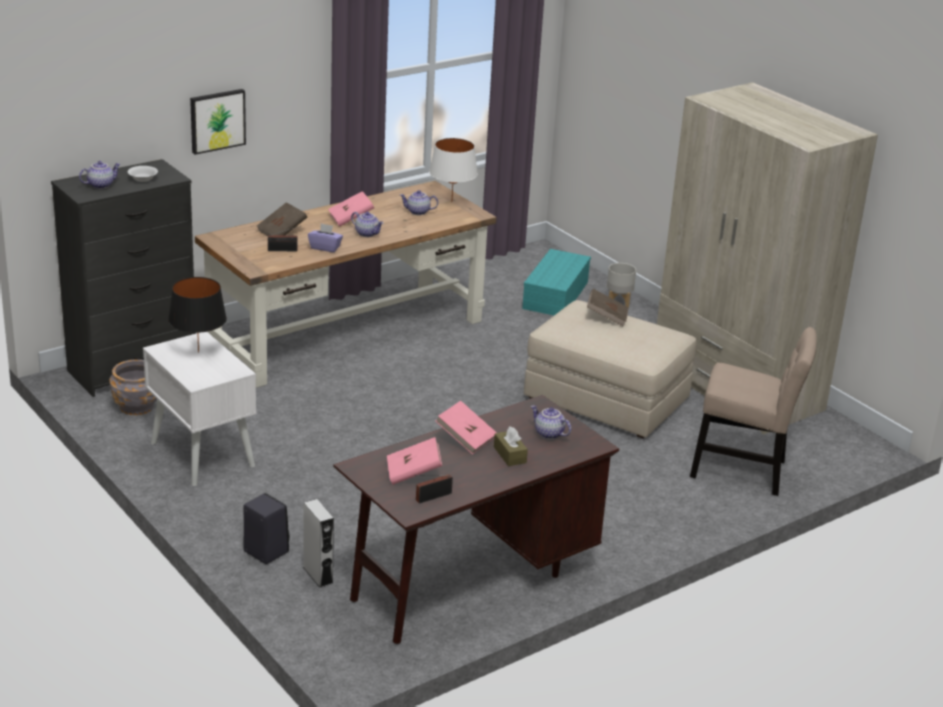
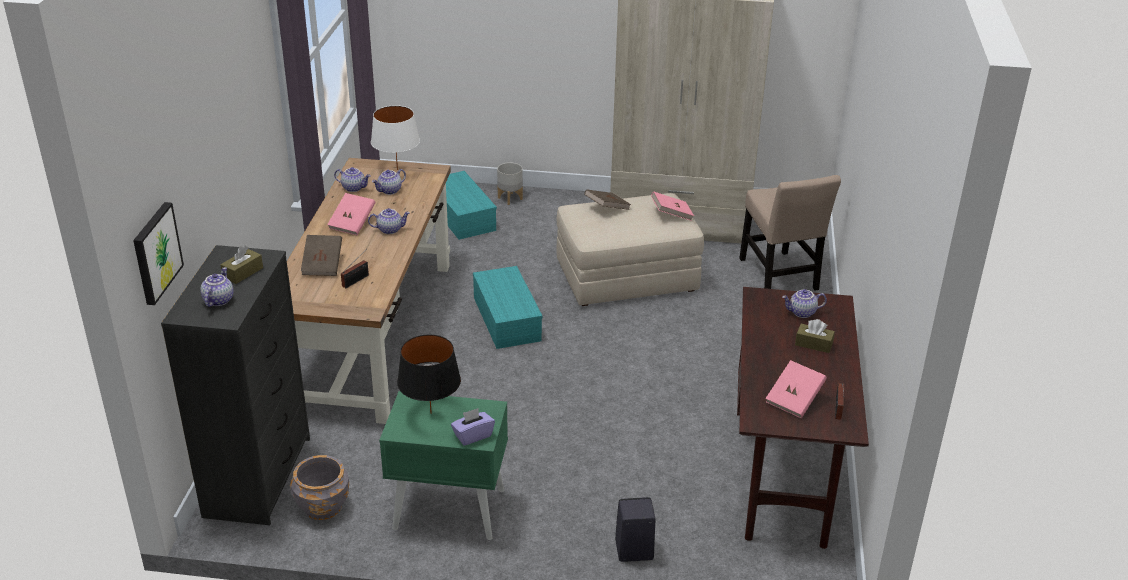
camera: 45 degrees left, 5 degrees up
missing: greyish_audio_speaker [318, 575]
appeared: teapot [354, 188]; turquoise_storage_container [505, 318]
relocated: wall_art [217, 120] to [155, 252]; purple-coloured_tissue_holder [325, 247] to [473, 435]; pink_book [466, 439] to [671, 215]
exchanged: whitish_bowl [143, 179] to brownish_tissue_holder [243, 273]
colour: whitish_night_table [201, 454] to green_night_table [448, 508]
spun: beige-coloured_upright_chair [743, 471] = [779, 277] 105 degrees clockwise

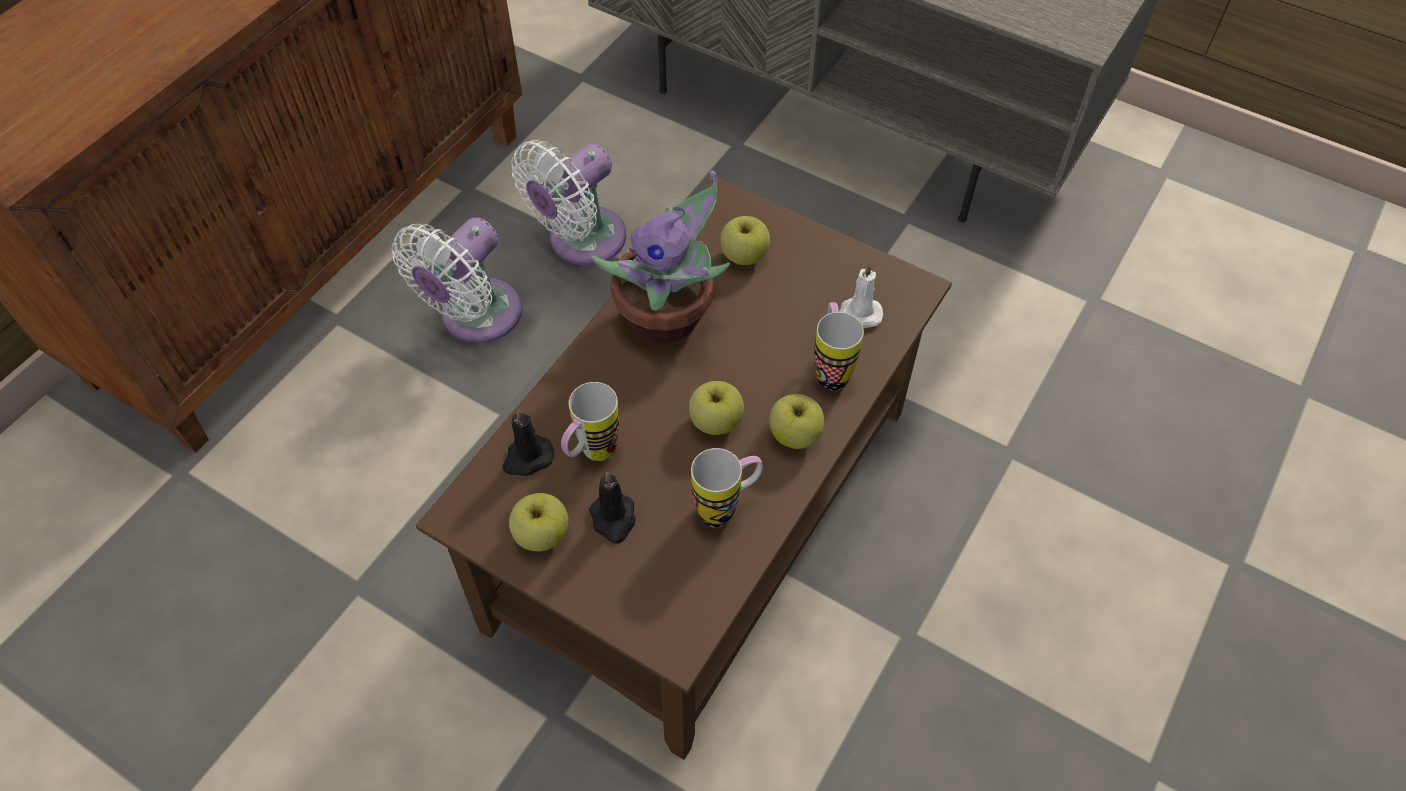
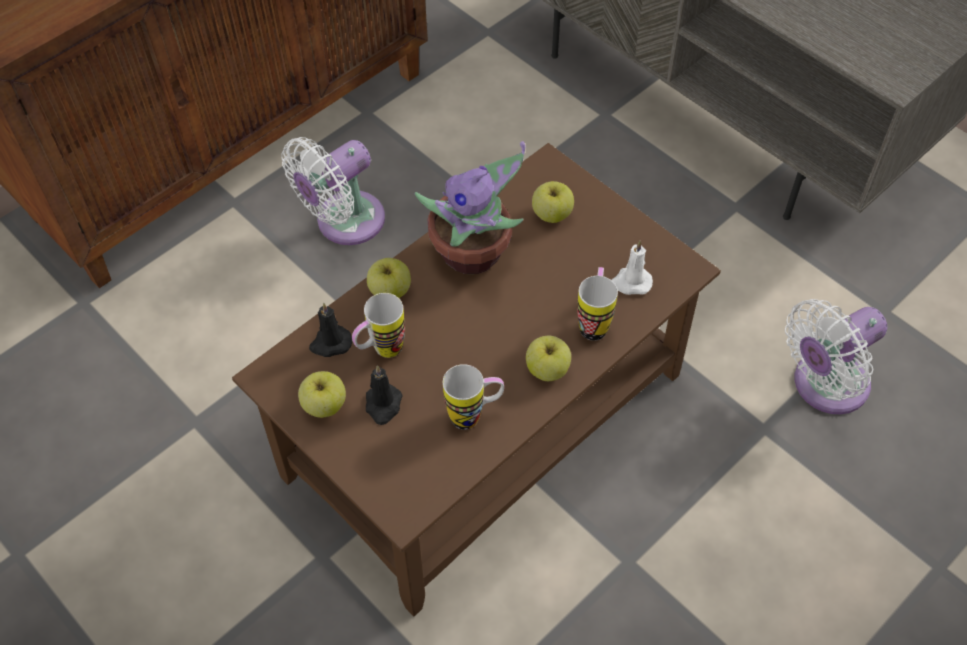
camera: 15 degrees right, 0 degrees up
relocated: whole_apple [715, 421] to [390, 291]; whitish_cooling_fan [581, 241] to [824, 386]

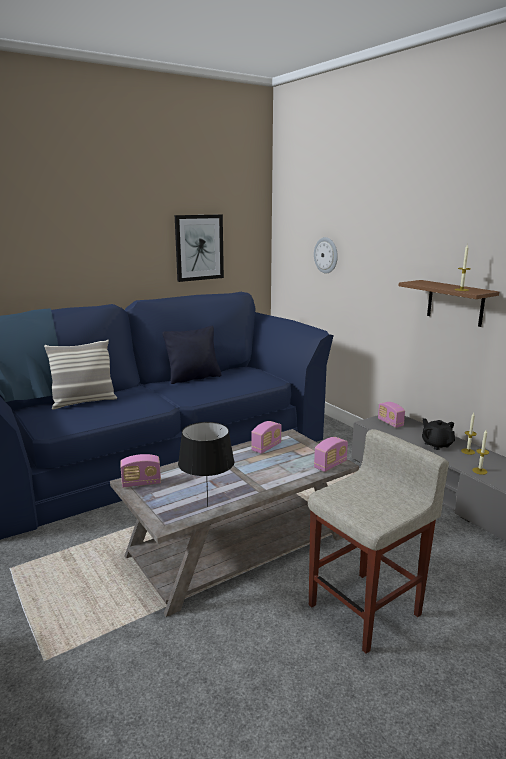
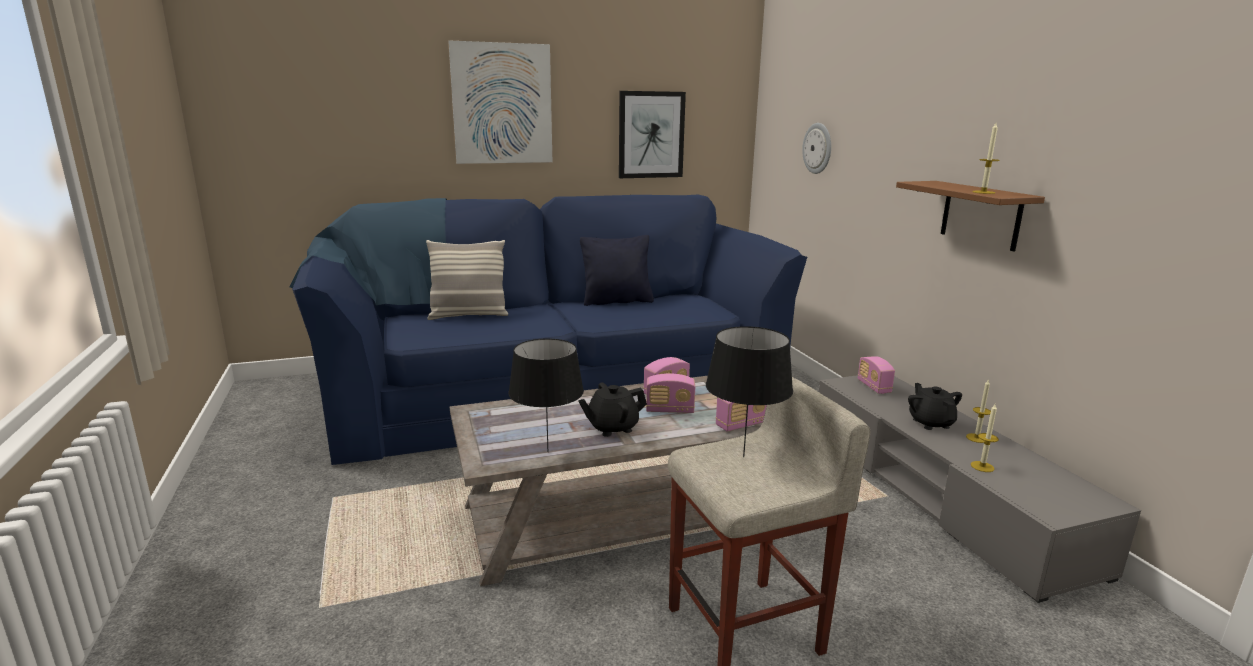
camera: 15 degrees right, 0 degrees up
appeared: wall_art [502, 104]; black_teapot [612, 427]; black_tabletop_lamp [744, 456]
relocated: radio_receiver [141, 483] to [669, 410]

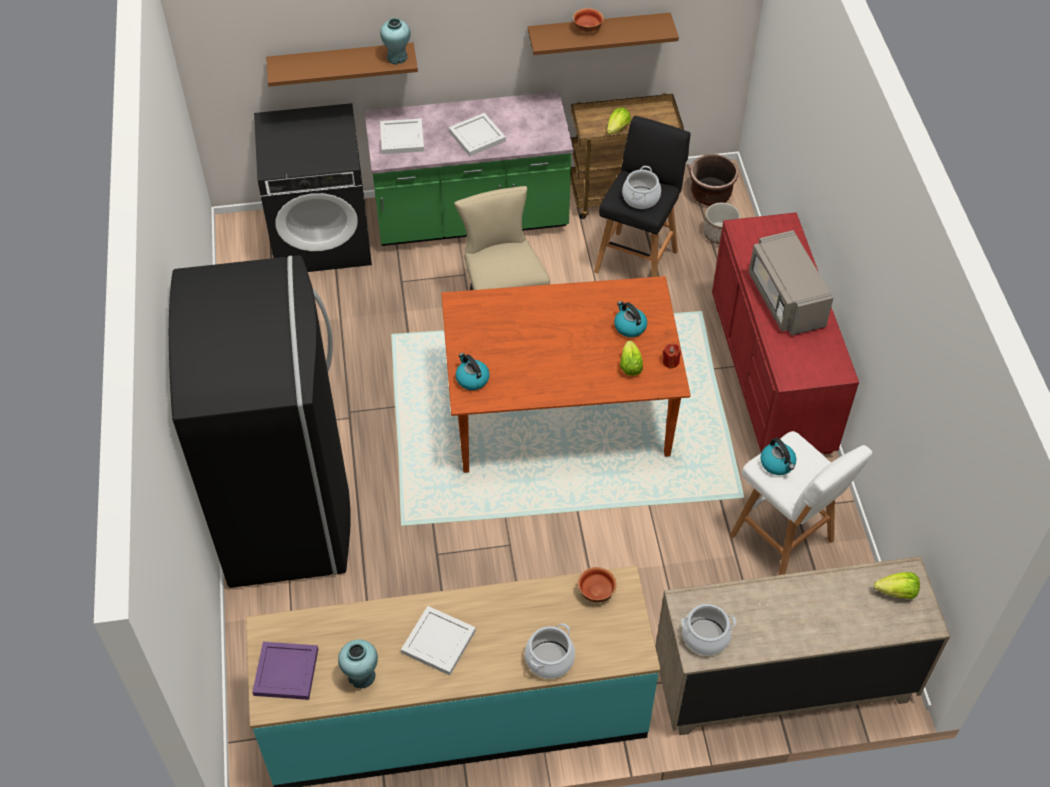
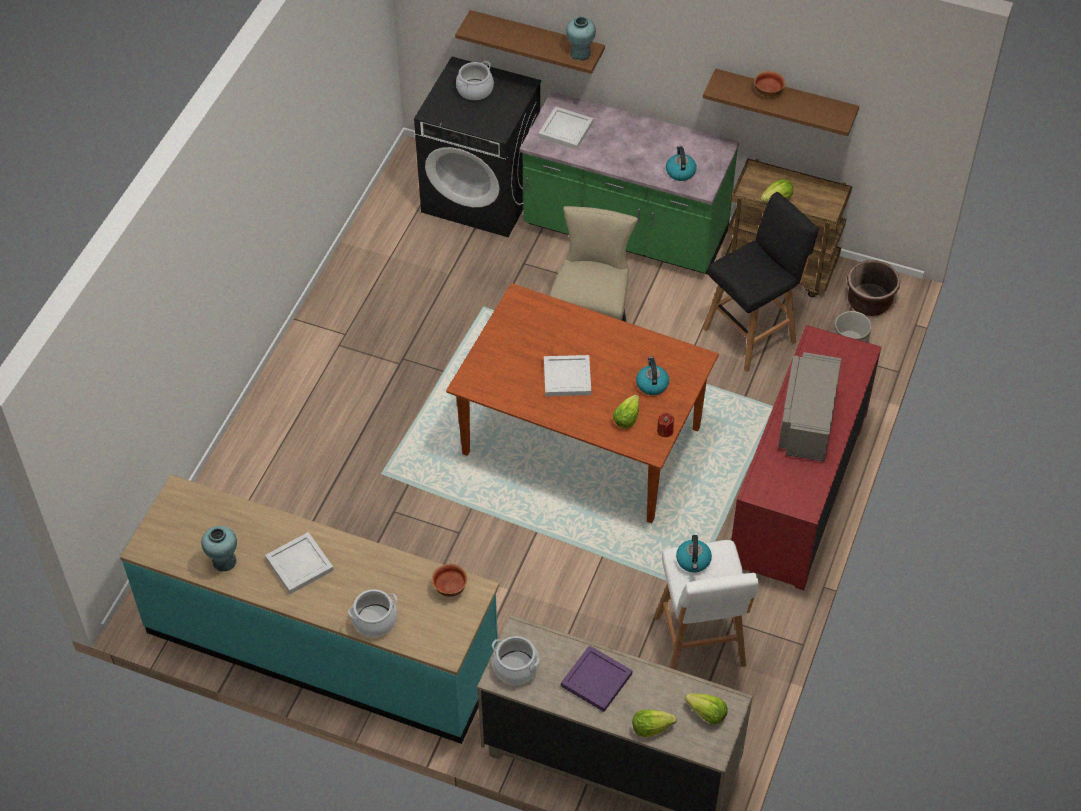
camera: 30 degrees right, 0 degrees up
missing: black_fridge [287, 509]
appeared: lettuce [651, 727]
relocated: saucepot [640, 198] to [474, 90]; whitish_carrying_tray [477, 136] to [568, 377]; purple-coloured_carrying_tray [285, 672] to [595, 680]; tea_kettle [472, 379] to [680, 171]

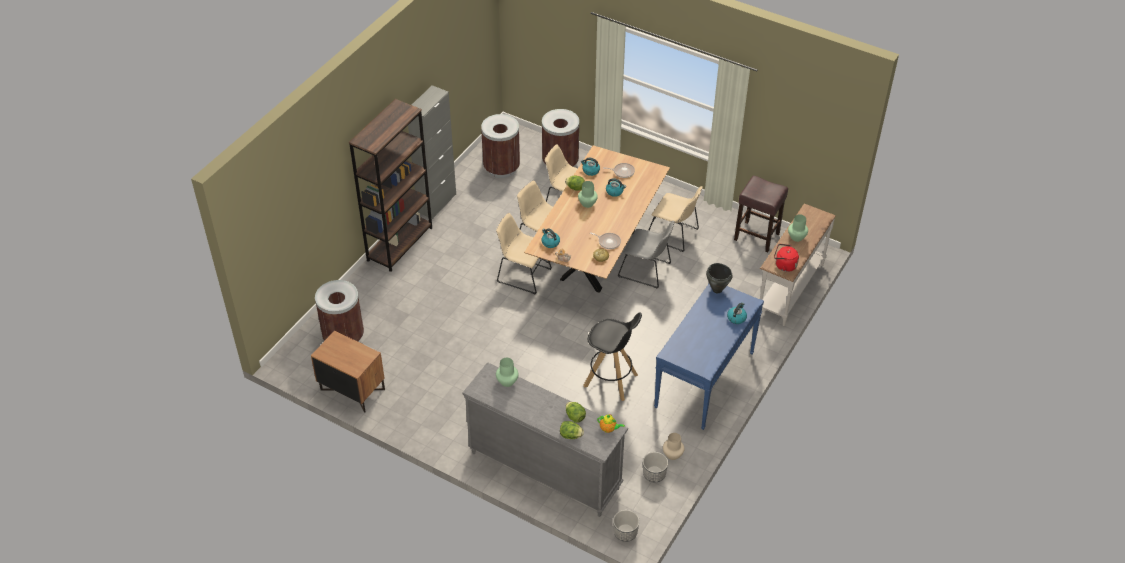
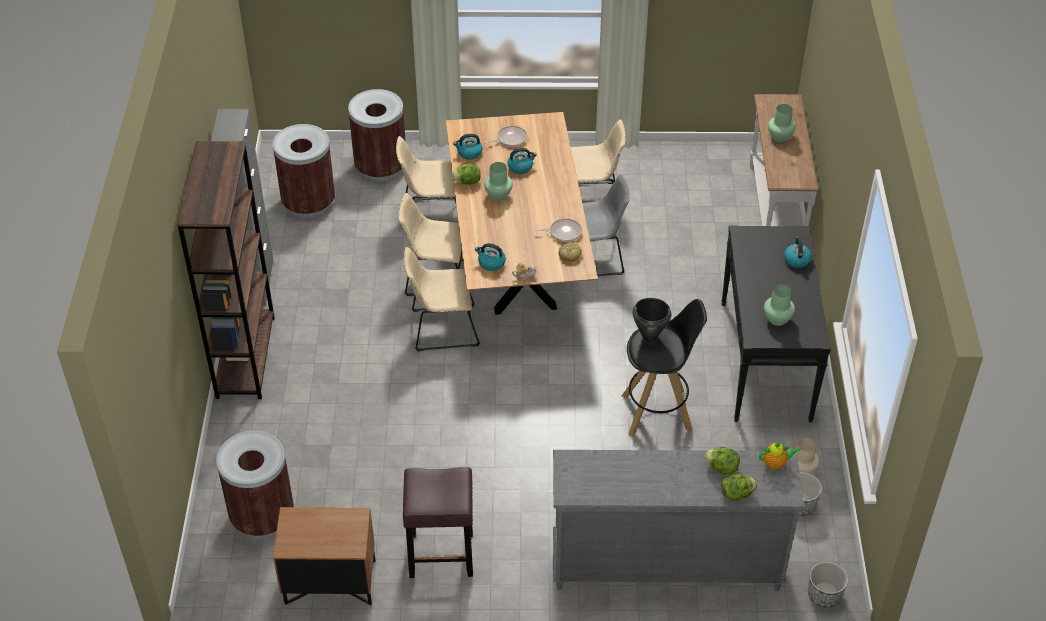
camera: 30 degrees left, 0 degrees up
missing: red_tea_kettle [784, 265]
relocated: brownish_sitting_stool [757, 237] to [442, 555]; black_saucepot [717, 289] to [649, 336]; green_vase [507, 381] to [777, 319]
colour: bluish_hall_table [704, 380] to black_hall_table [765, 361]

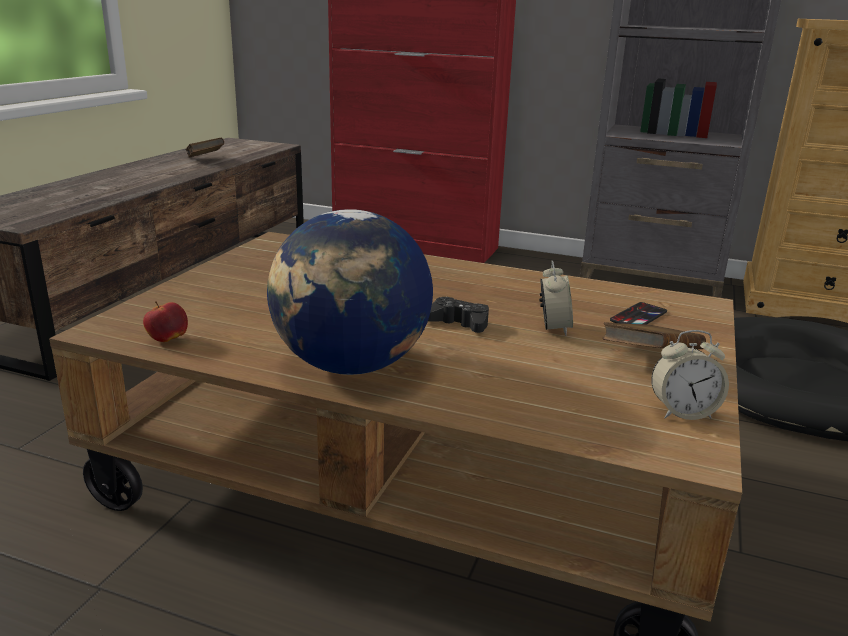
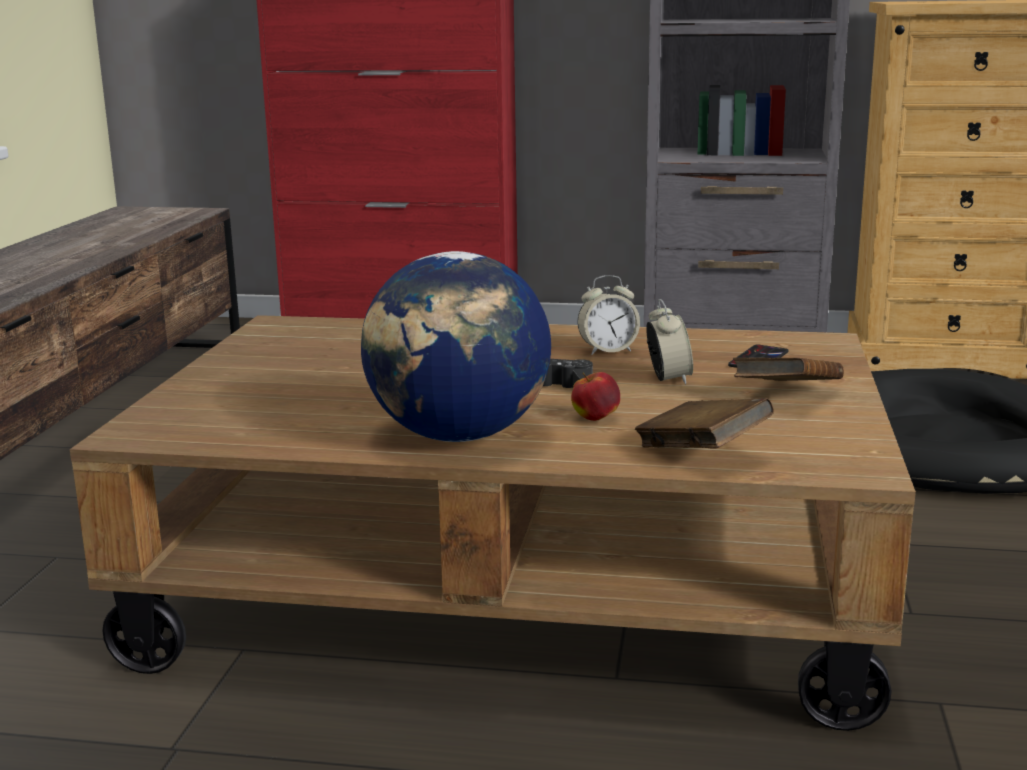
camera: 10 degrees left, 5 degrees down
relocated: whole_apple [168, 340] to [595, 418]; bedside_clock [683, 412] to [607, 351]; brownish_book [205, 160] to [701, 453]

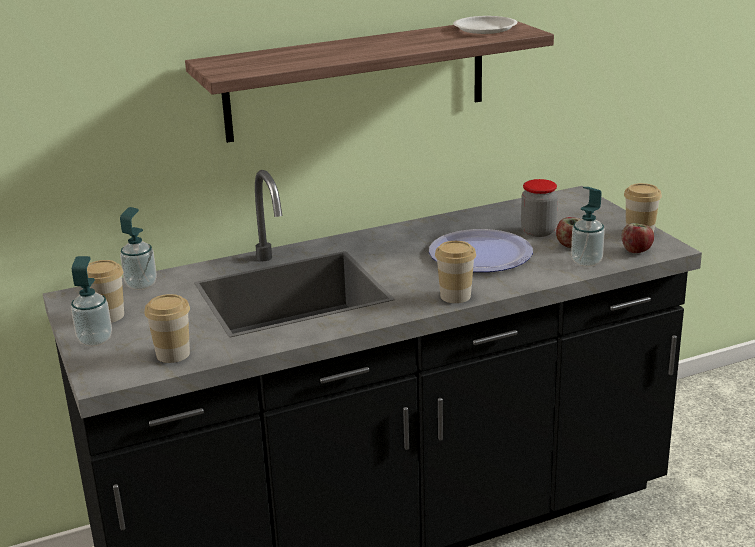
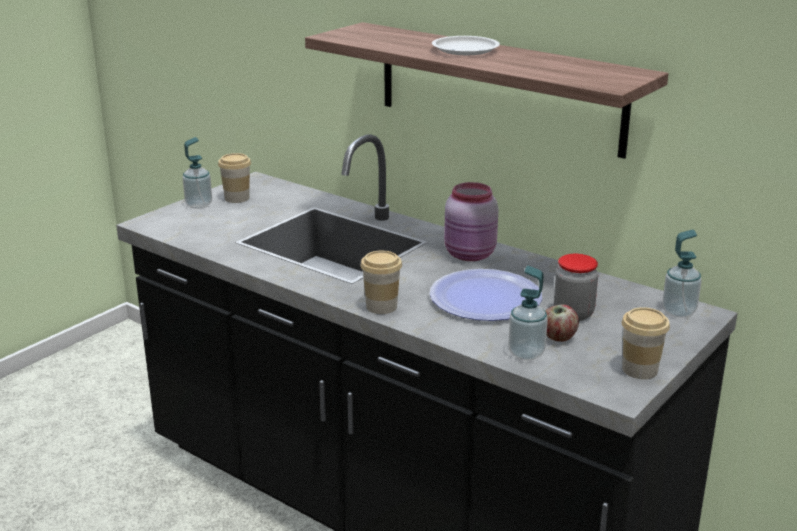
camera: 60 degrees right, 0 degrees up
missing: drinking_cup [173, 354]; whole_apple [636, 251]
appeared: pink_jar [470, 255]
relocated: whitish_flat_dish [485, 29] to [466, 50]; soap_dispenser [141, 285] to [678, 311]

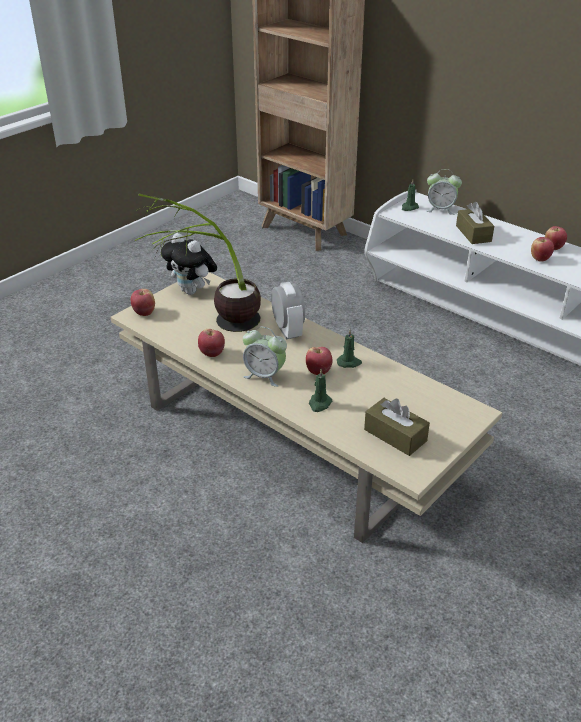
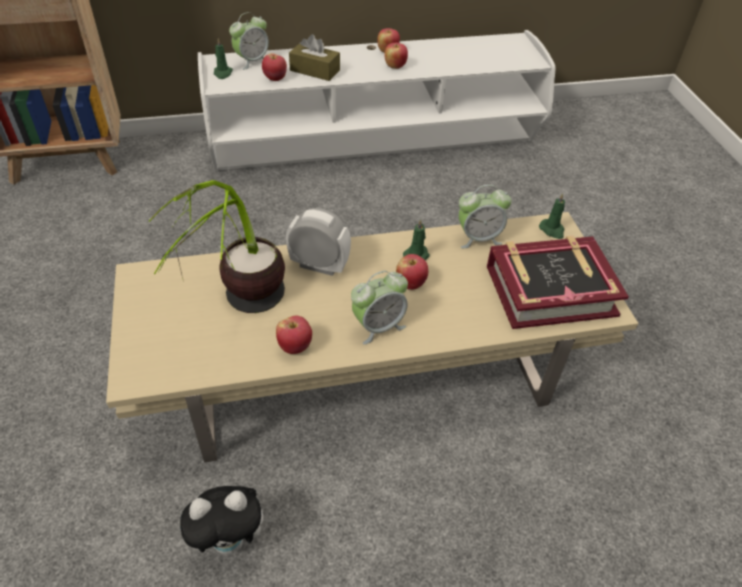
camera: 55 degrees left, 10 degrees up
appeared: bedside_clock [478, 238]
relocated: soft_toy [192, 291] to [231, 539]; whole_apple [144, 313] to [275, 78]; green_wax_candle [319, 404] to [552, 230]
exchanged: brownish_tissue_holder [395, 435] to book [550, 290]

